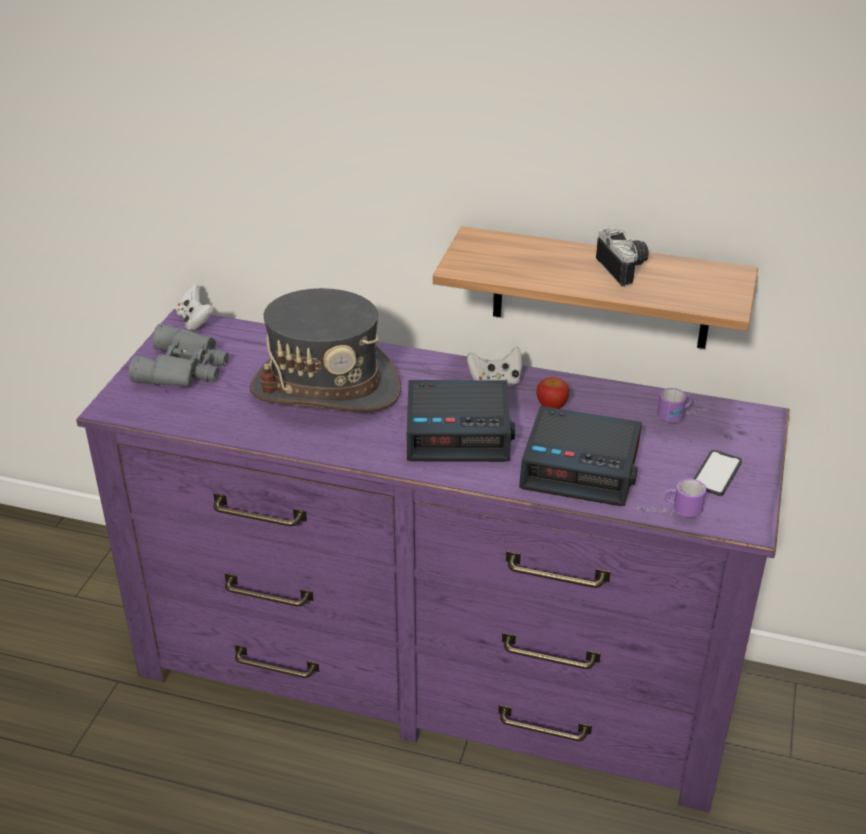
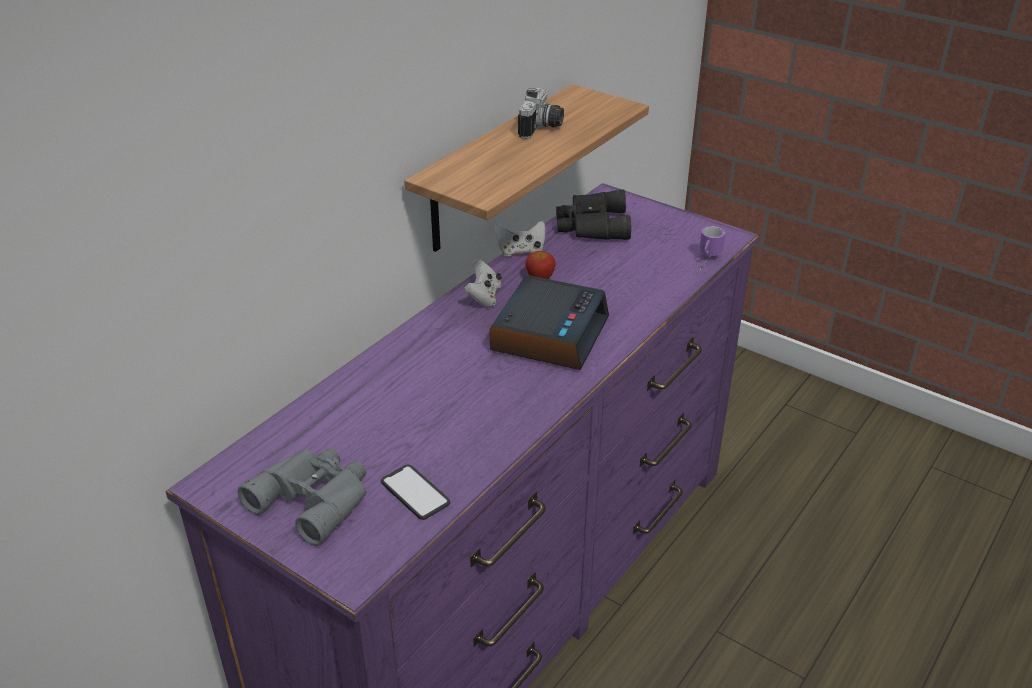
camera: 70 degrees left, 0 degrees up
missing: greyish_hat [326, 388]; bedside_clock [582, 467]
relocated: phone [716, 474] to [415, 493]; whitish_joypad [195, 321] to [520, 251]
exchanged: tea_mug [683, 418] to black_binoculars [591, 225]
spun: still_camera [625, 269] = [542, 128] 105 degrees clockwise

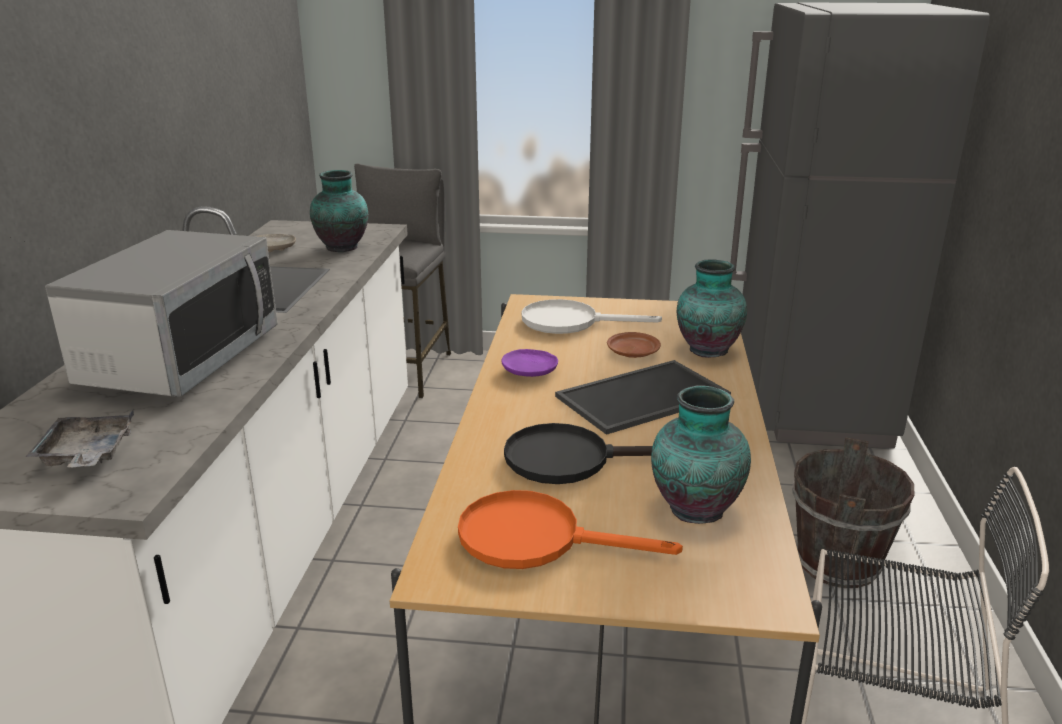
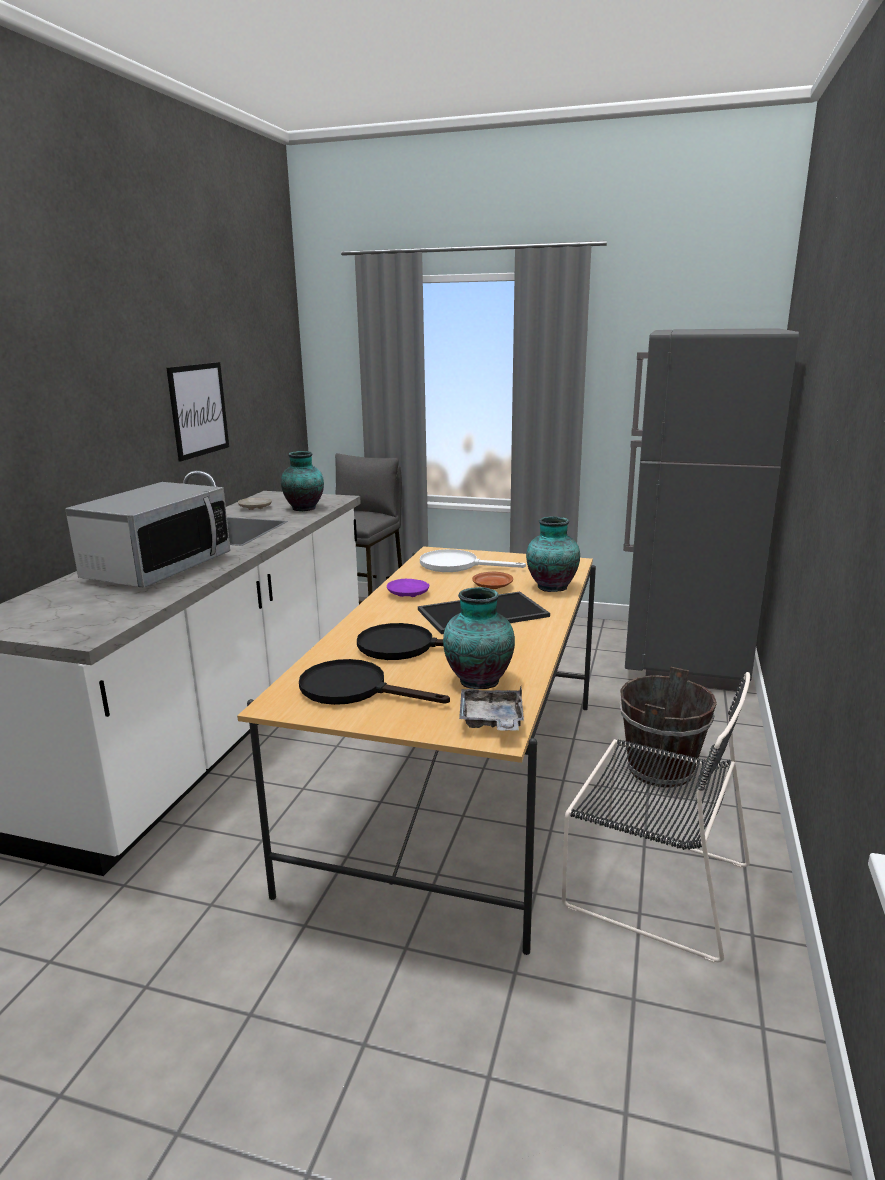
camera: 10 degrees right, 5 degrees down
appeared: wall_art [198, 410]
relocated: greyish_carrying_tray [86, 455] to [491, 720]
colour: orange_pan [536, 538] to black_pan [355, 689]

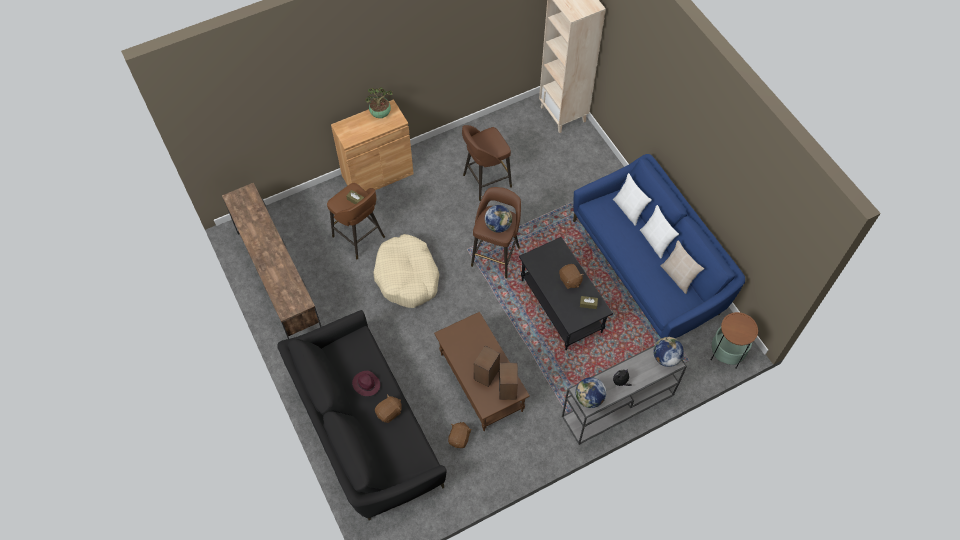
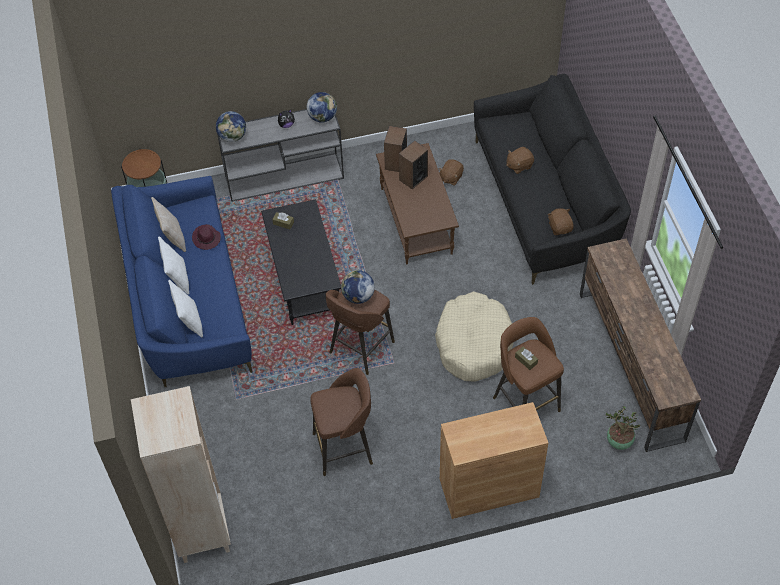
camera: 165 degrees left, 5 degrees down
relocated: purple-coloured_hat [366, 384] to [206, 239]; brownish_soft_toy [570, 280] to [560, 227]; plant_in_a_pot [381, 114] to [618, 442]

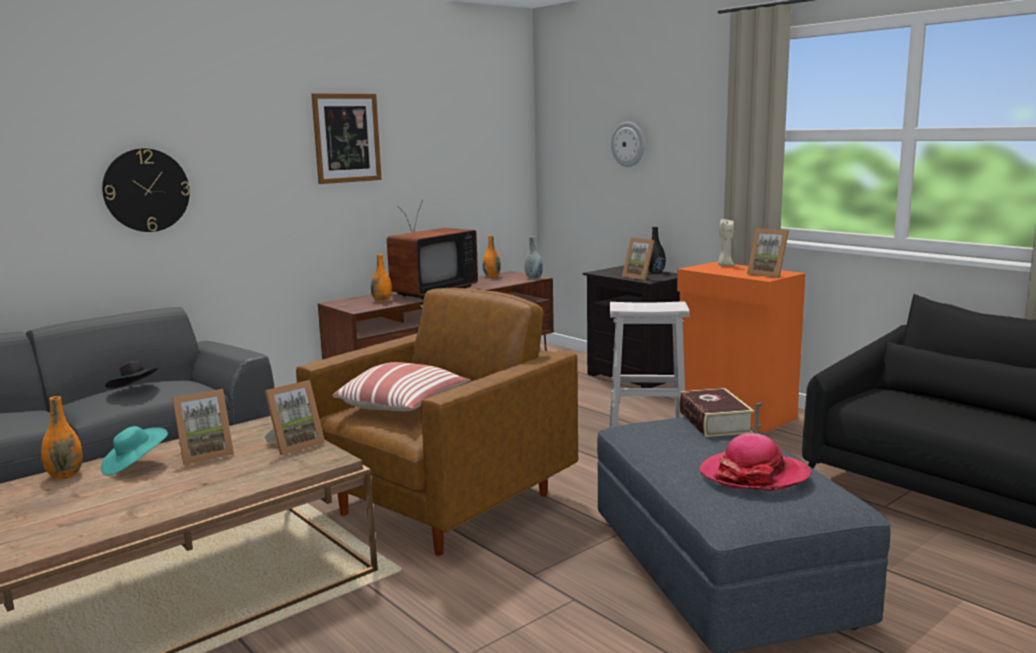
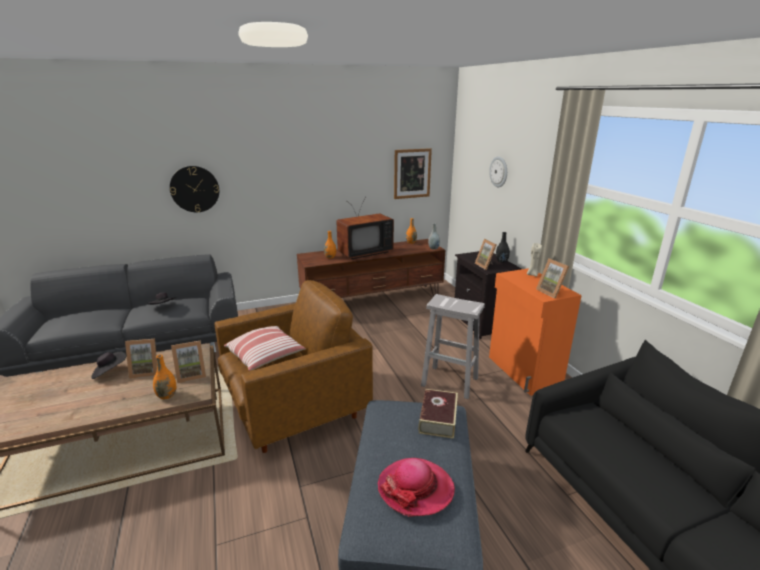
camera: 20 degrees right, 10 degrees up
relocated: orange_vase [65, 475] to [167, 395]; wall_art [346, 138] to [412, 173]
colour: turquoise_hat [135, 465] to black_hat [110, 372]

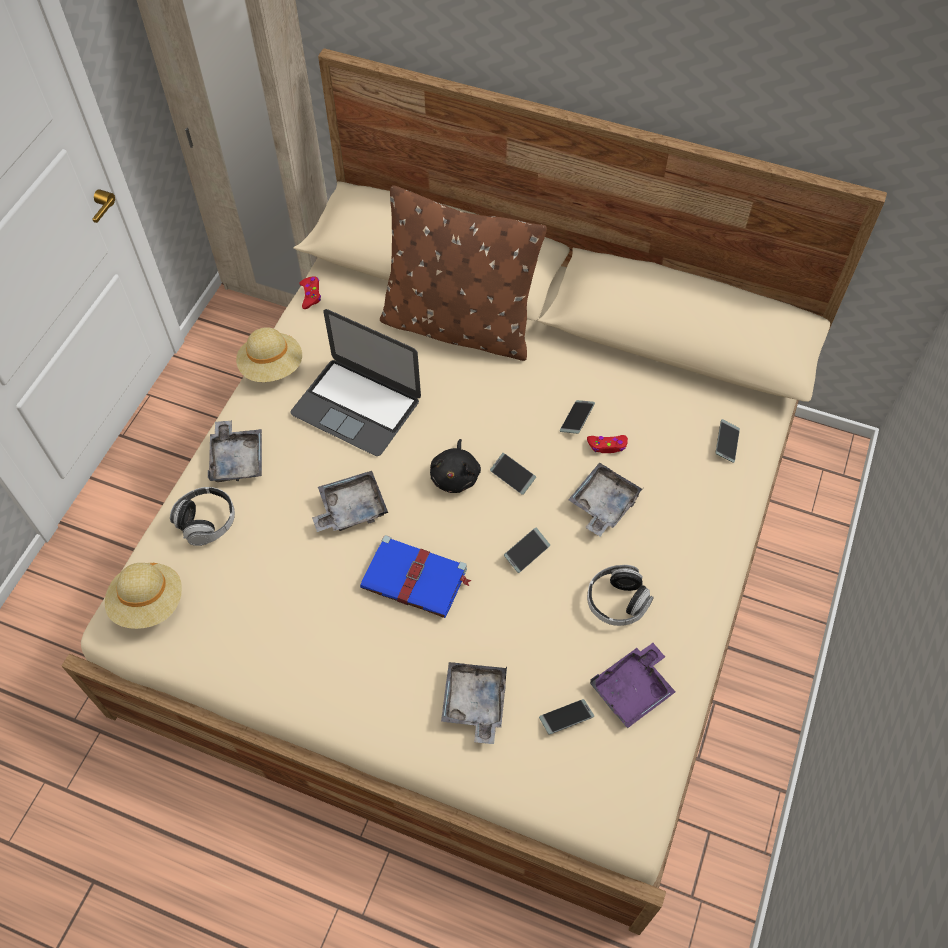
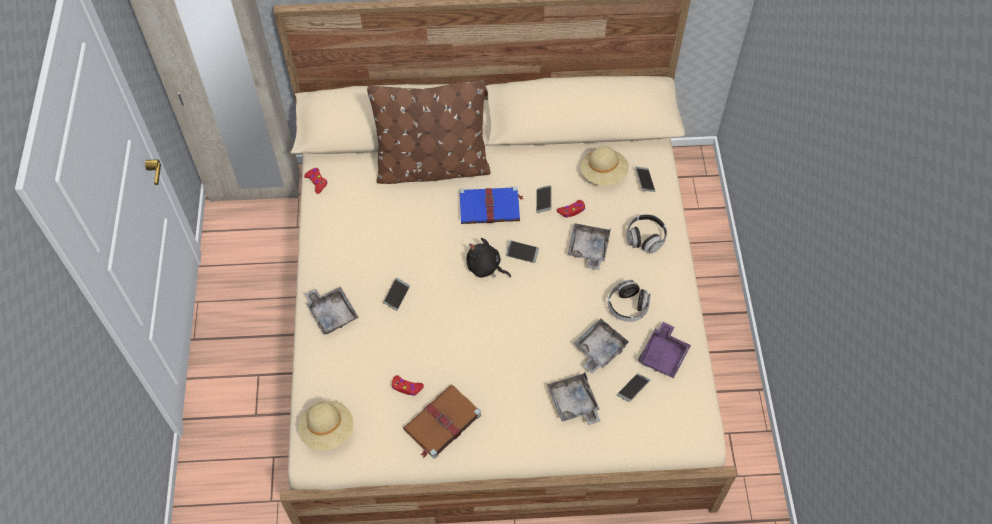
camera: 25 degrees left, 0 degrees up
missing: notebook_computer [356, 406]
appeared: red_joypad [406, 387]; brownish_book [441, 423]
relocated: phone [527, 552] to [396, 296]; bluish_book [416, 579] to [490, 207]; greyish_carrying_tray [351, 509] to [599, 349]; beige-coloured_hat [272, 367] to [603, 174]; headphones [207, 522] to [645, 238]
spun: black_soft_toy [455, 476] = [485, 267] 135 degrees clockwise

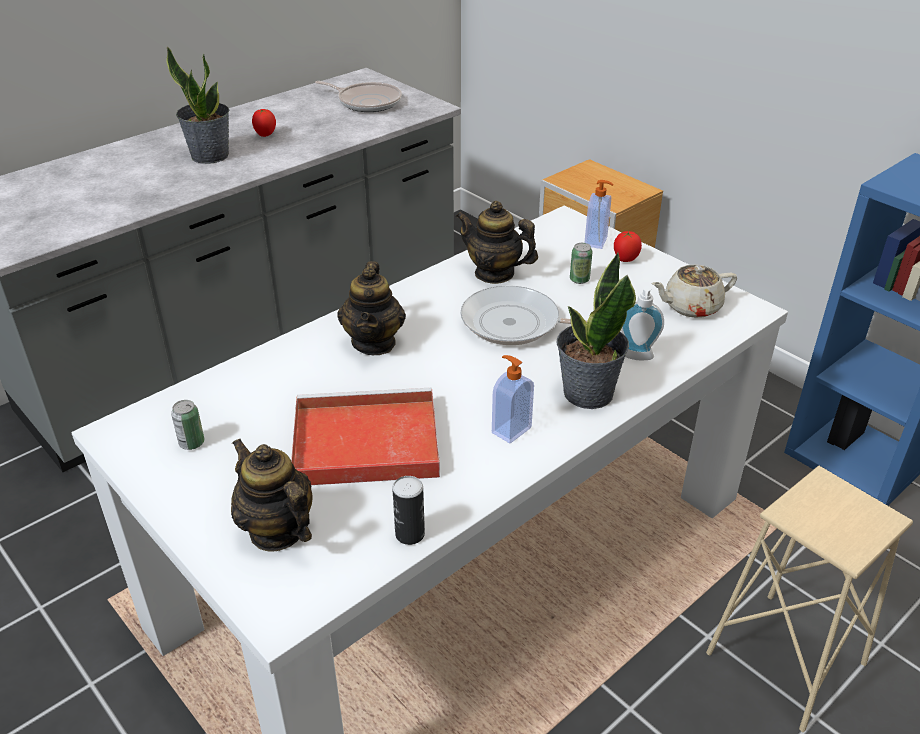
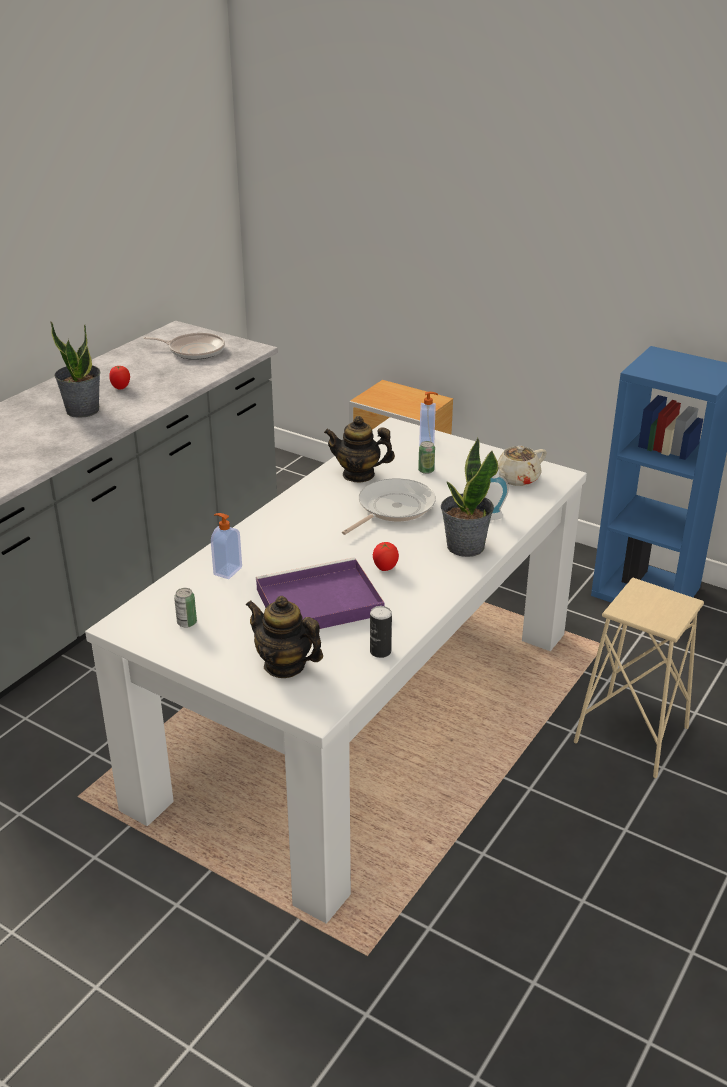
camera: 15 degrees left, 5 degrees down
missing: teapot [374, 342]
relocated: soap_dispenser [510, 430] to [227, 571]; tomato [625, 260] to [385, 568]
colour: red_carrying_tray [362, 443] to purple-coloured_carrying_tray [317, 603]
spun: pan [516, 324] = [392, 508] 135 degrees clockwise

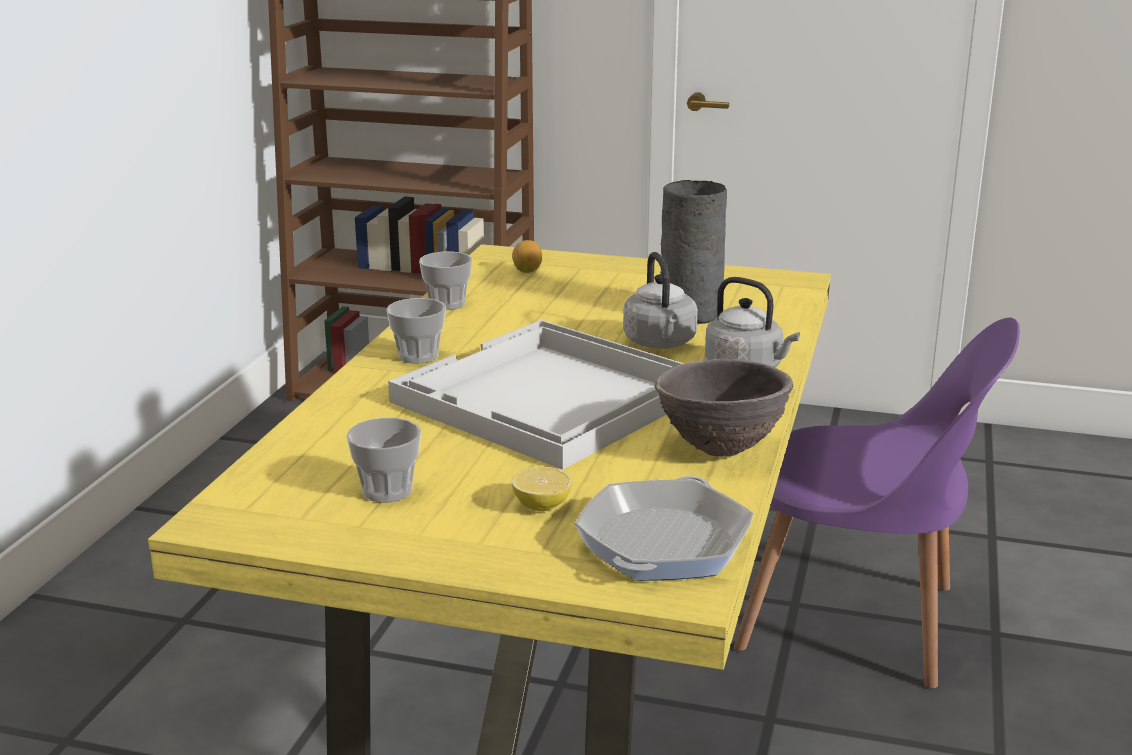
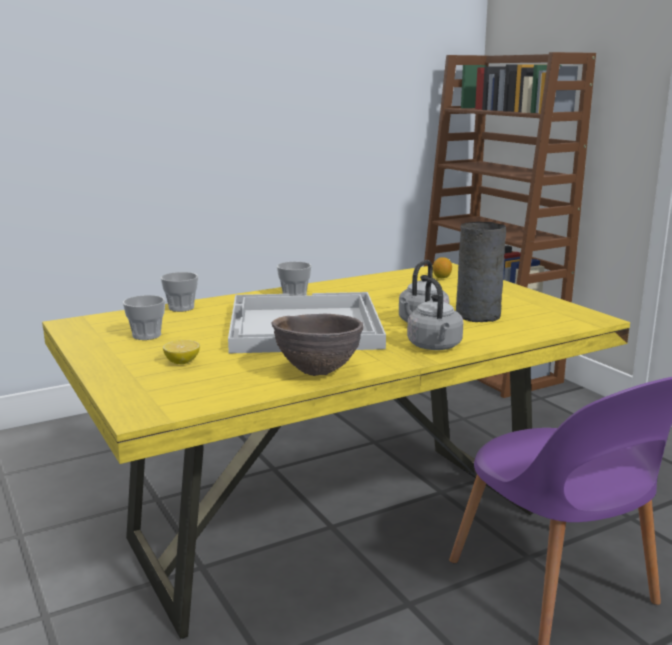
camera: 45 degrees right, 5 degrees down
missing: pan [664, 543]
relocated: drinking_cup [447, 303] to [181, 308]

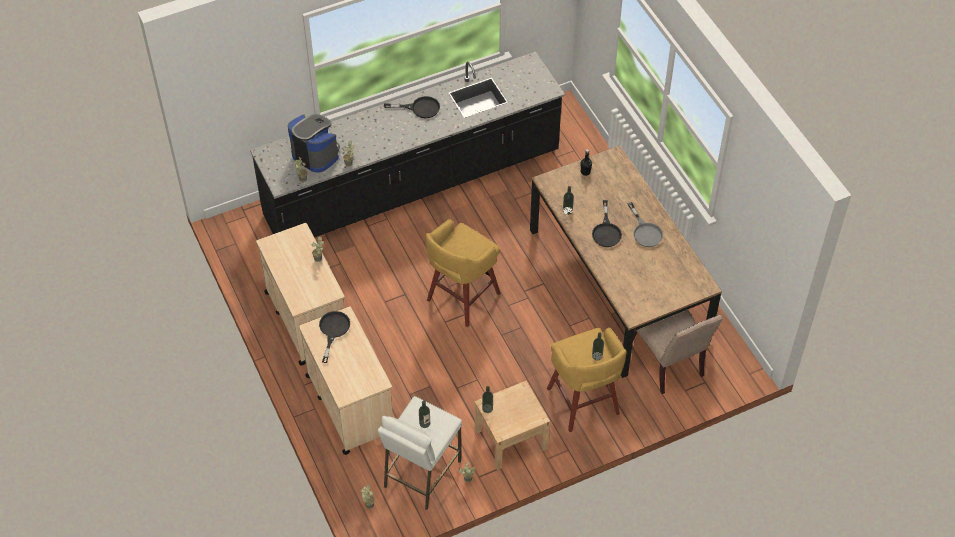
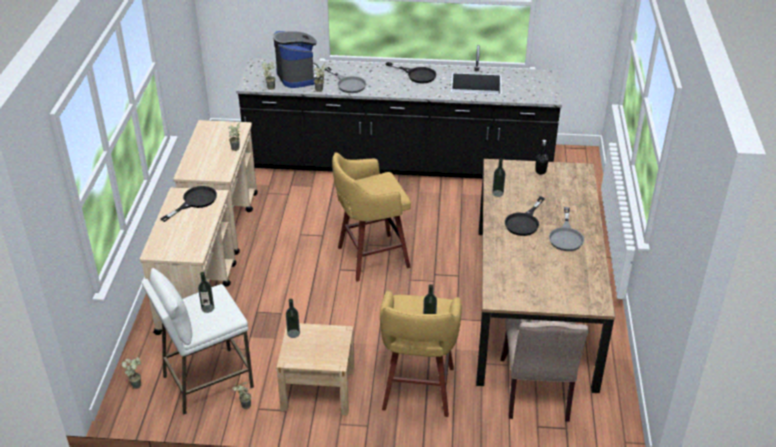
camera: 30 degrees right, 15 degrees down
appeared: greyish_pan [348, 84]

